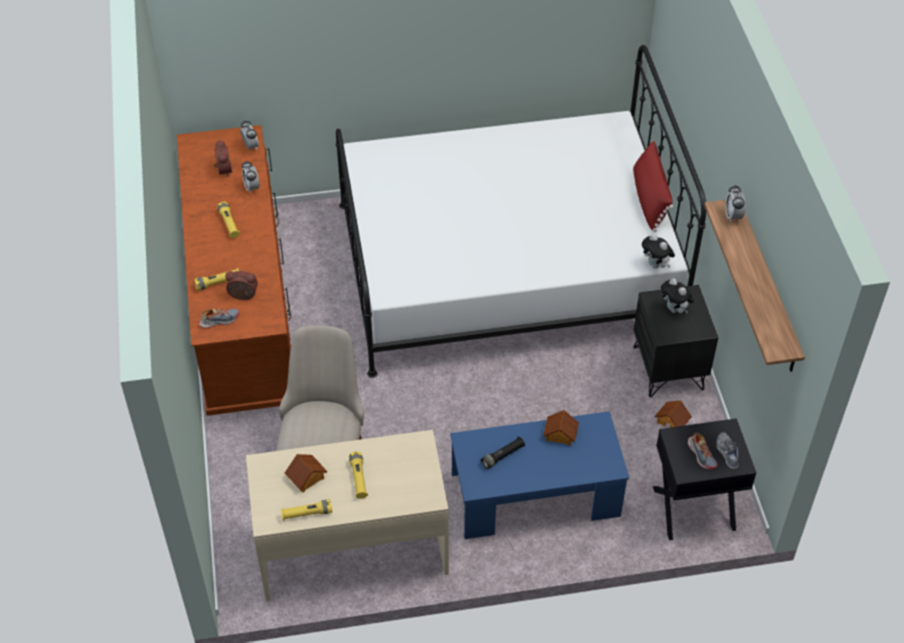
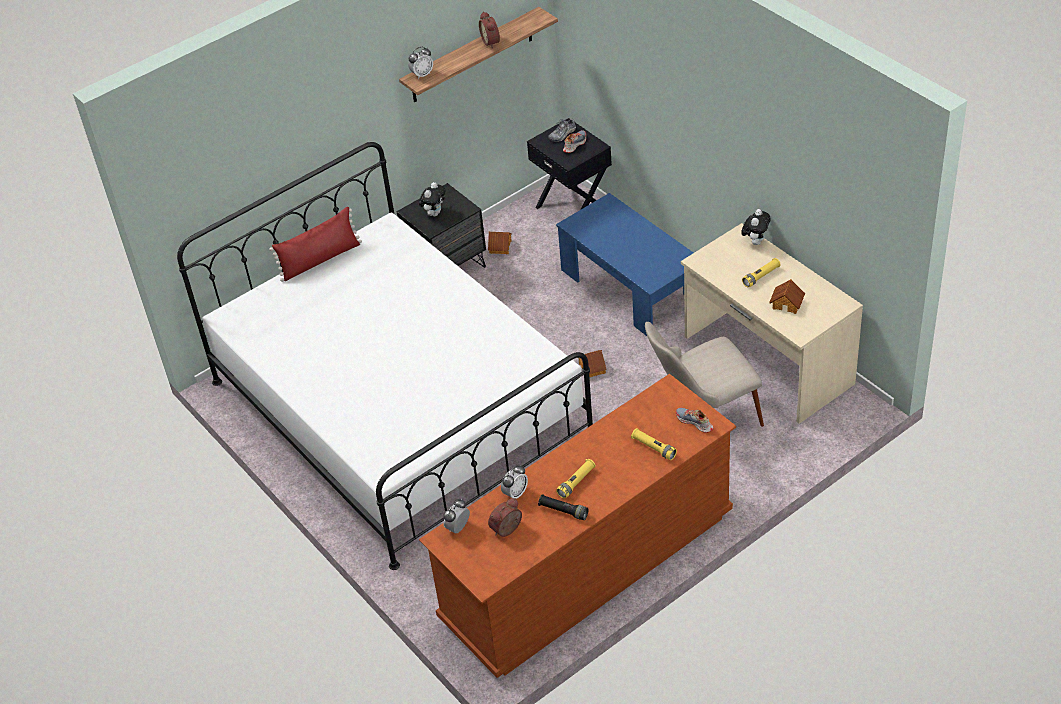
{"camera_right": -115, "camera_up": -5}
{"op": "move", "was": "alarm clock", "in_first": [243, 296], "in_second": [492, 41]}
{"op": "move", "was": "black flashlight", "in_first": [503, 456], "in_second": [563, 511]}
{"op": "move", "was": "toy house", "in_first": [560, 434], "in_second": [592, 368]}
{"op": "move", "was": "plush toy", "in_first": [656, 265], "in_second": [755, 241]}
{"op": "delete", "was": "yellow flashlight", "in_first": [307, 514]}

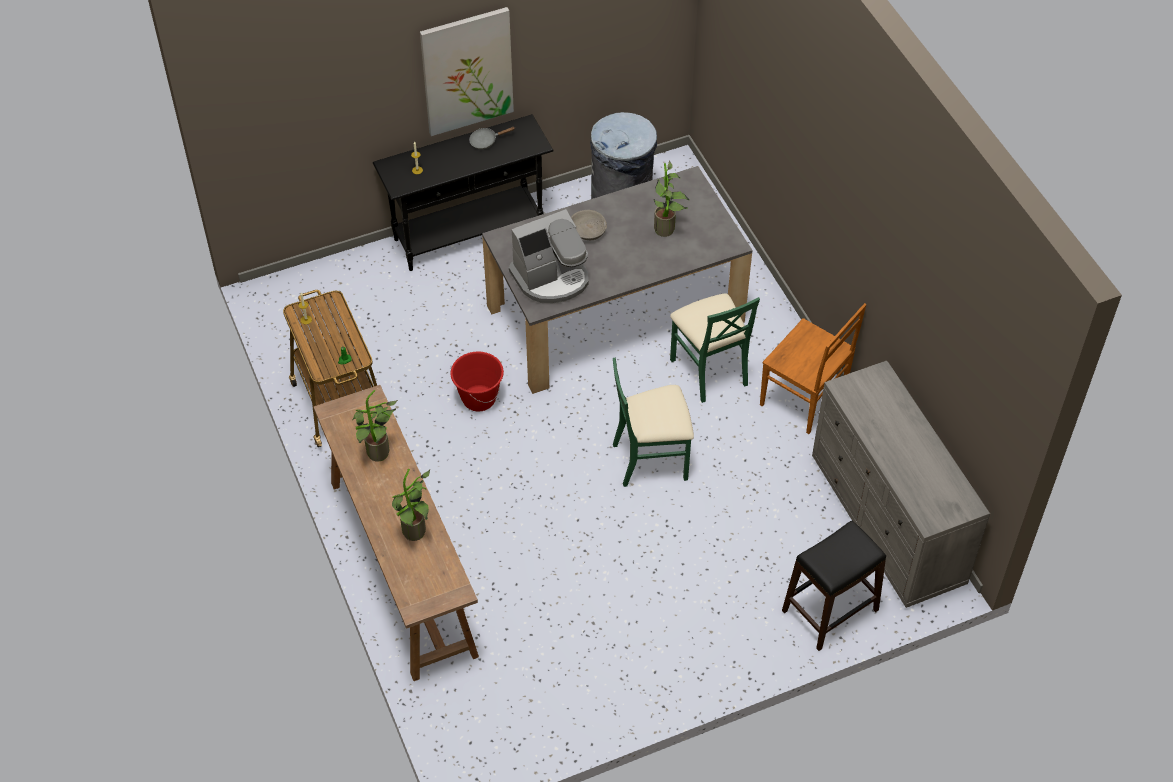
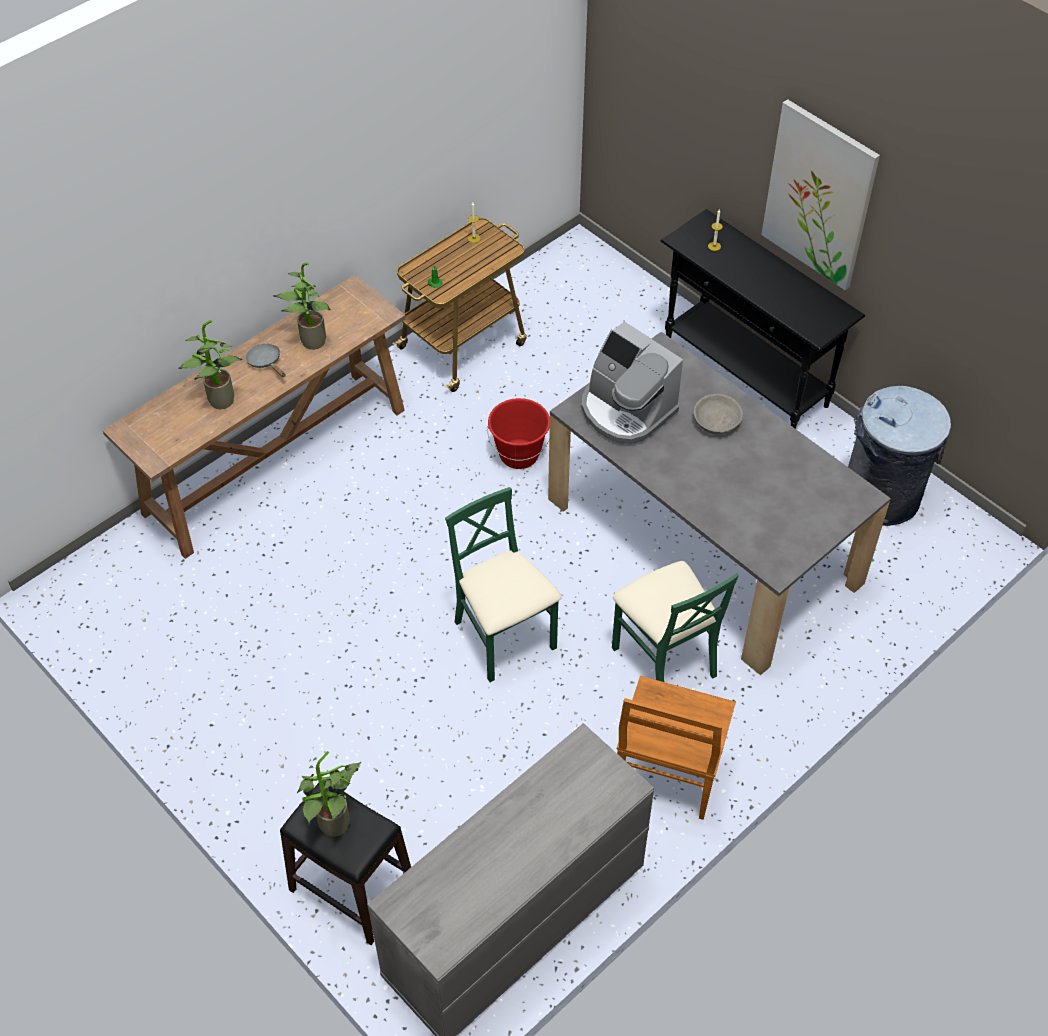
{"camera_right": 70, "camera_up": 0}
{"op": "move", "was": "grey frying pan", "in_first": [486, 141], "in_second": [266, 362]}
{"op": "move", "was": "potted plant", "in_first": [667, 230], "in_second": [335, 828]}
{"op": "rotate", "was": "green chair", "in_first": [709, 370], "in_second": [664, 659], "clockwise": -75}

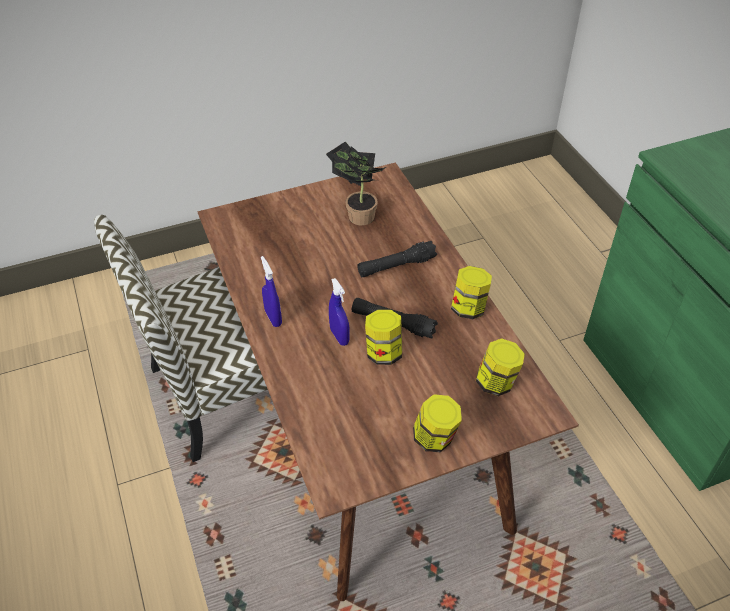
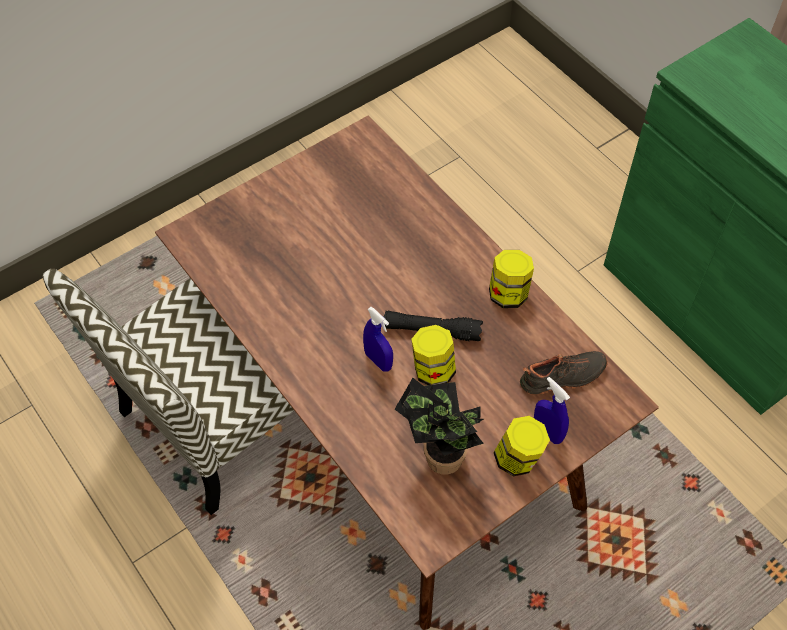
{"camera_right": -15, "camera_up": 10}
{"op": "move", "was": "potted plant", "in_first": [357, 215], "in_second": [438, 457]}
{"op": "replace", "was": "jar", "now": "black shoe", "in_first": [496, 383], "in_second": [563, 378]}
{"op": "move", "was": "blue spray bottle", "in_first": [273, 318], "in_second": [547, 432]}
{"op": "delete", "was": "black flashlight", "in_first": [396, 266]}

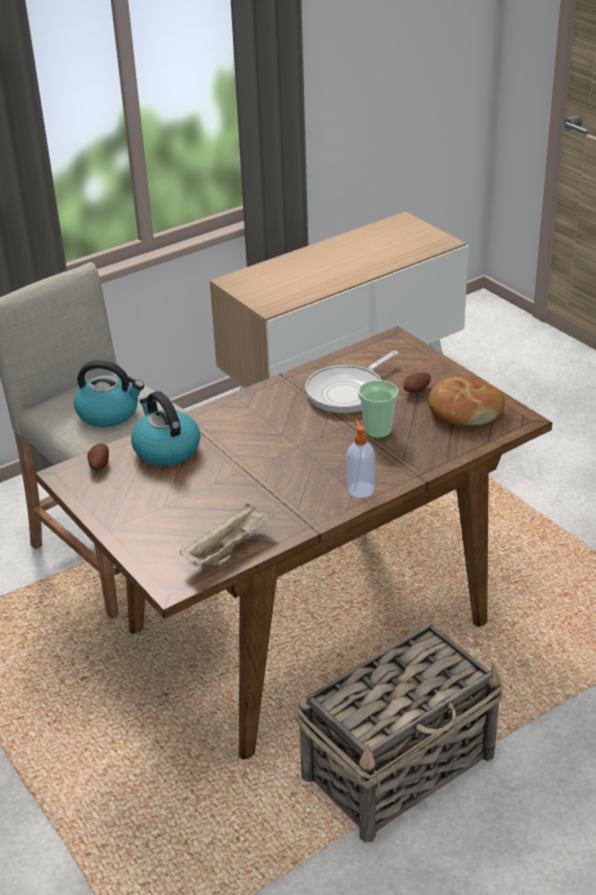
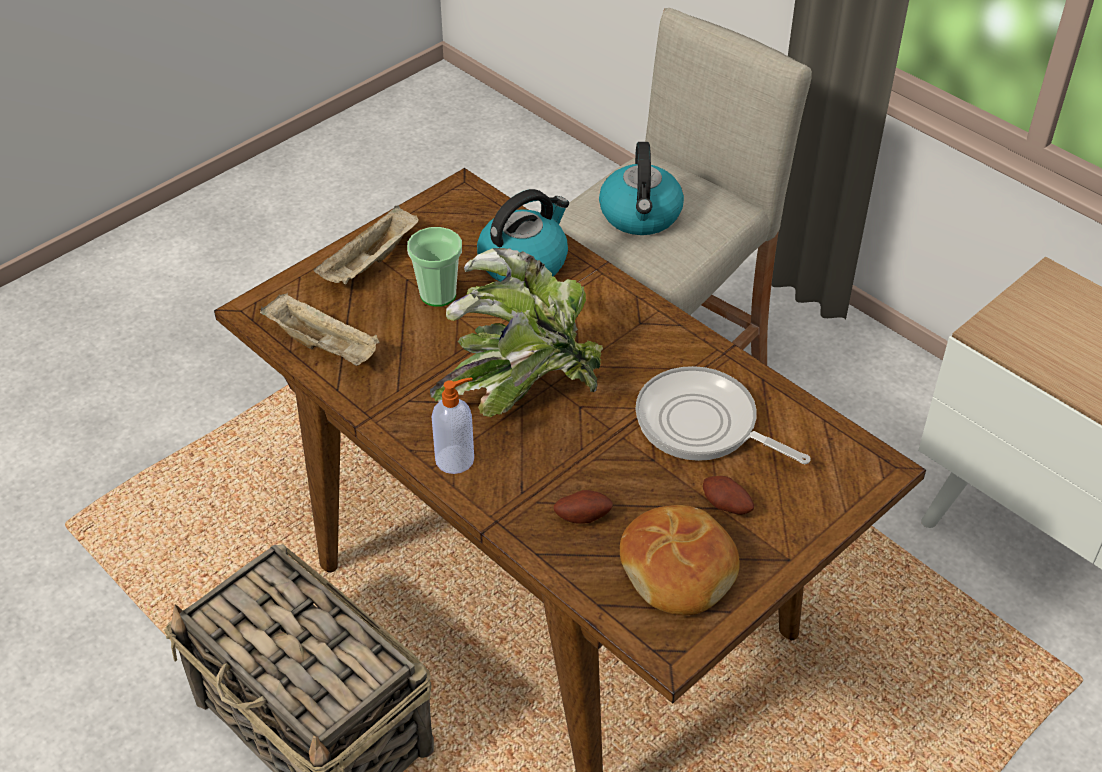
{"camera_right": 80, "camera_up": 10}
{"op": "insert", "now": "beige tray", "in_second": [370, 263]}
{"op": "move", "was": "cup", "in_first": [378, 431], "in_second": [438, 294]}
{"op": "insert", "now": "potted plant", "in_second": [521, 387]}
{"op": "move", "was": "potato", "in_first": [98, 465], "in_second": [582, 516]}

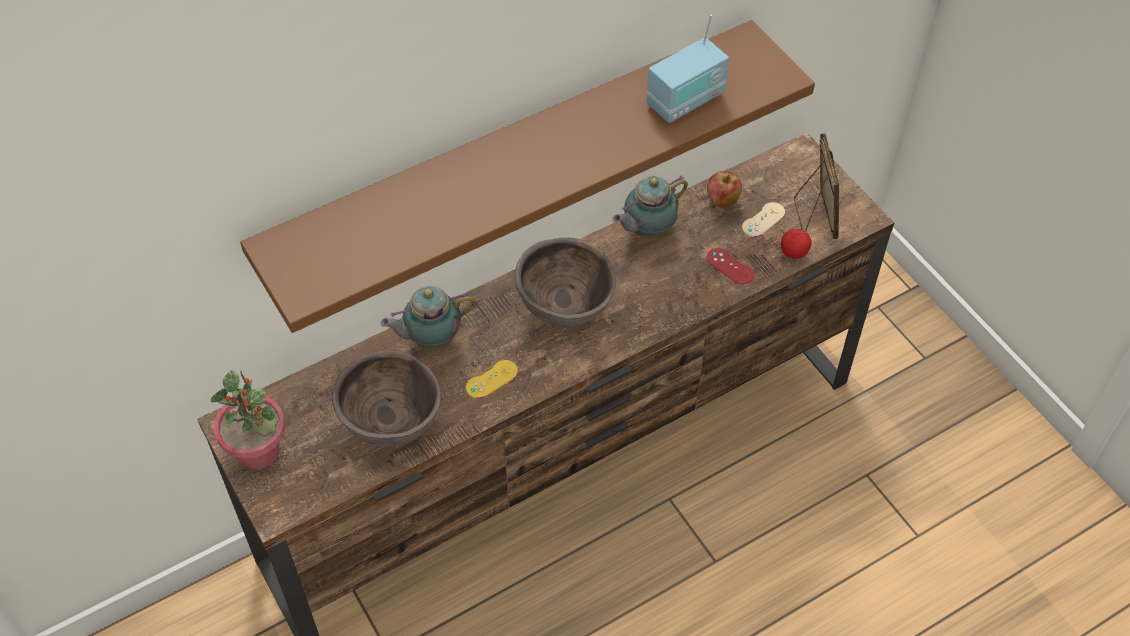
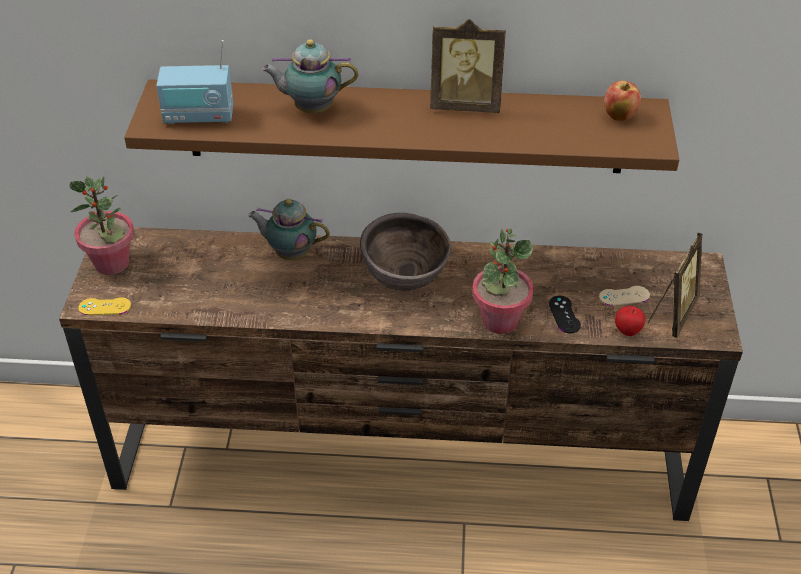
{"camera_right": 35, "camera_up": -10}
{"op": "move", "was": "yellow game controller", "in_first": [491, 379], "in_second": [105, 306]}
{"op": "move", "was": "radio", "in_first": [685, 101], "in_second": [199, 116]}
{"op": "move", "was": "teapot", "in_first": [647, 231], "in_second": [311, 109]}
{"op": "insert", "now": "picture frame", "in_second": [465, 105]}
{"op": "insert", "now": "potted plant", "in_second": [499, 320]}
{"op": "recolor", "was": "red game controller", "now": "black game controller", "in_first": [730, 266], "in_second": [564, 314]}
{"op": "move", "was": "apple", "in_first": [722, 201], "in_second": [619, 116]}
{"op": "delete", "was": "brown bowl", "in_first": [392, 425]}

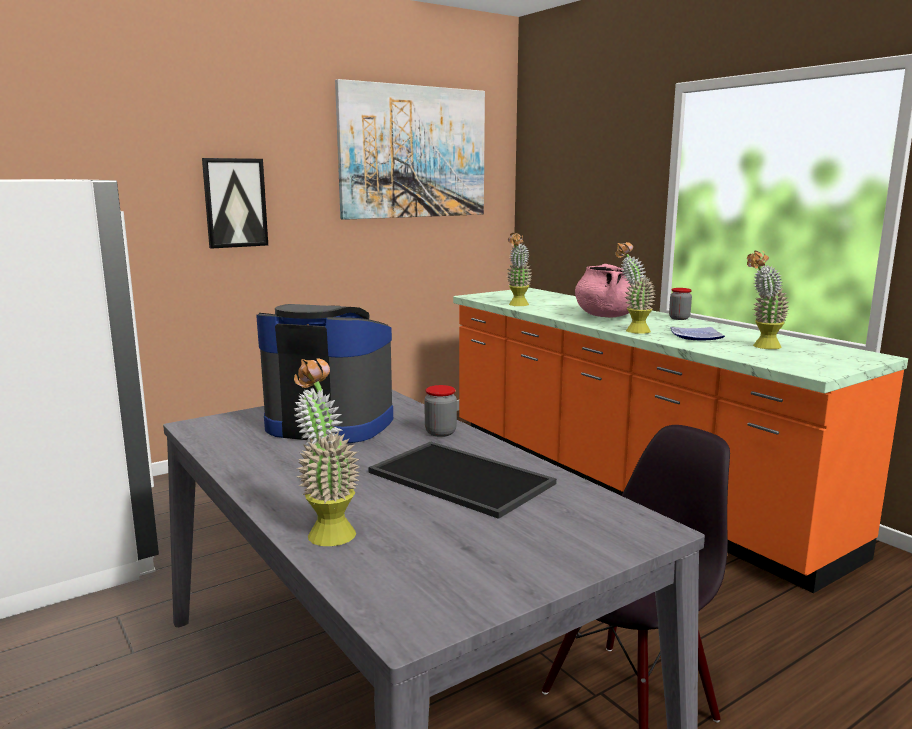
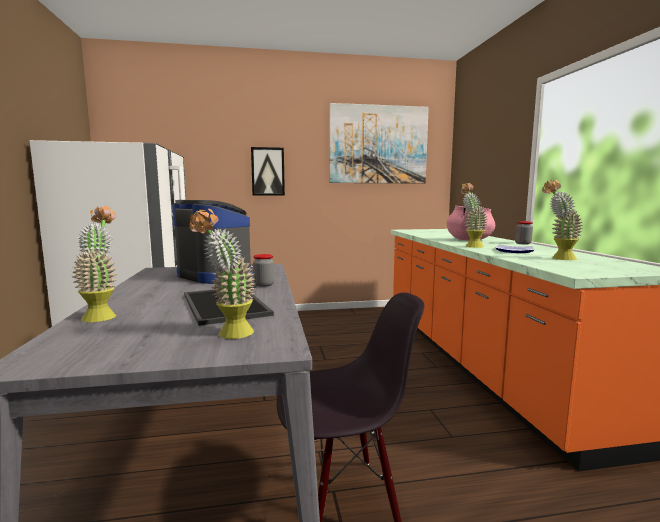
{"camera_right": 25, "camera_up": -5}
{"op": "move", "was": "potted plant", "in_first": [517, 305], "in_second": [228, 335]}

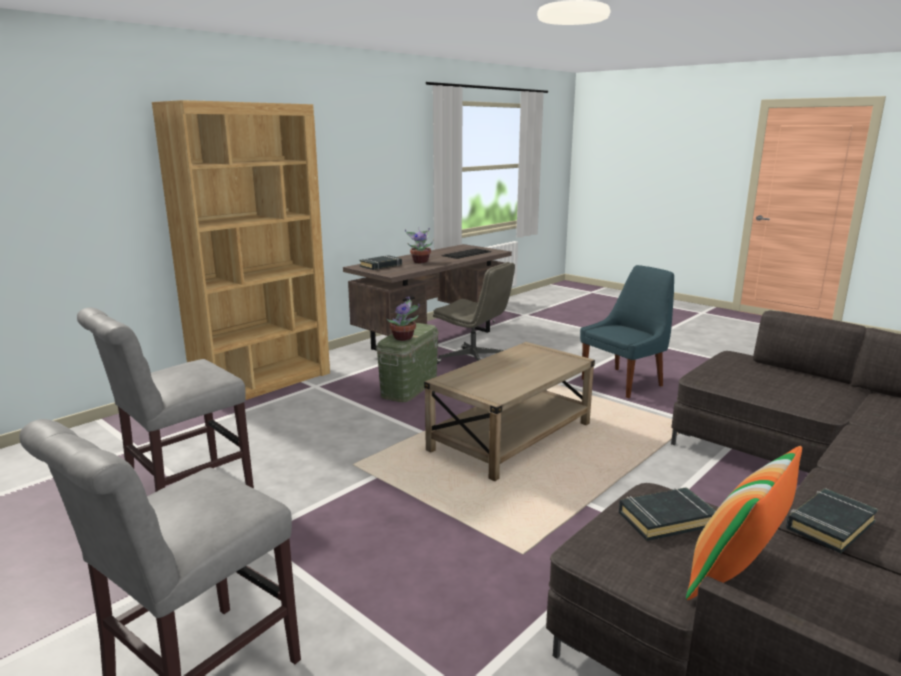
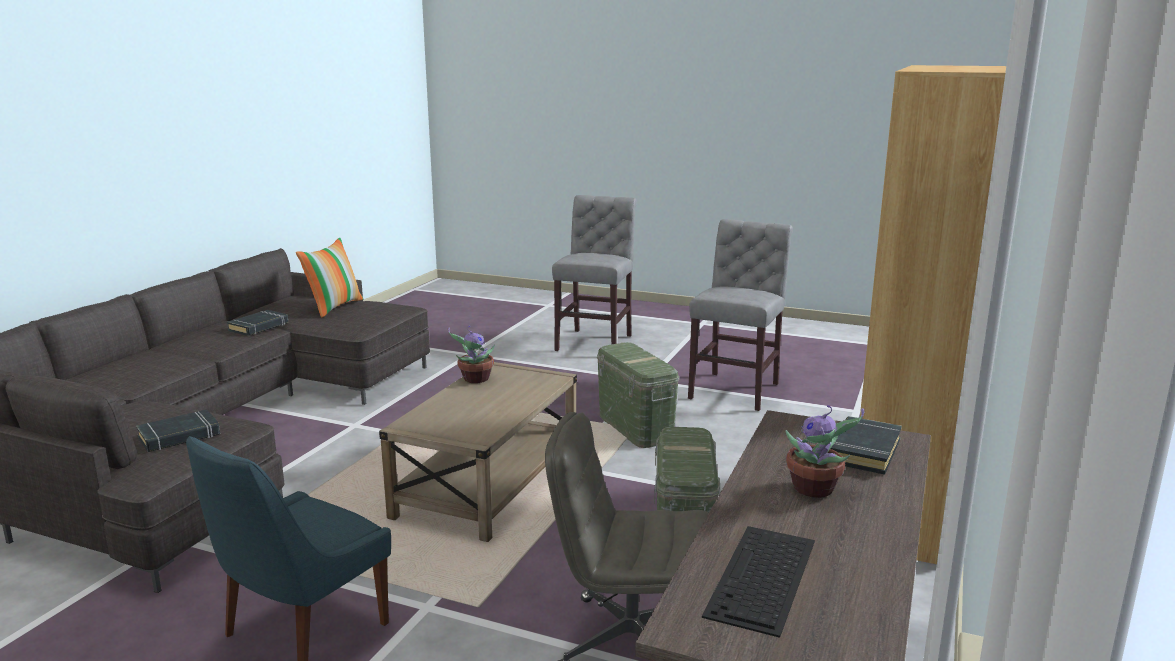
{"camera_right": 160, "camera_up": 0}
{"op": "move", "was": "black book", "in_first": [666, 519], "in_second": [179, 436]}
{"op": "move", "was": "potted plant", "in_first": [404, 338], "in_second": [474, 379]}
{"op": "insert", "now": "green storage box", "in_second": [636, 427]}

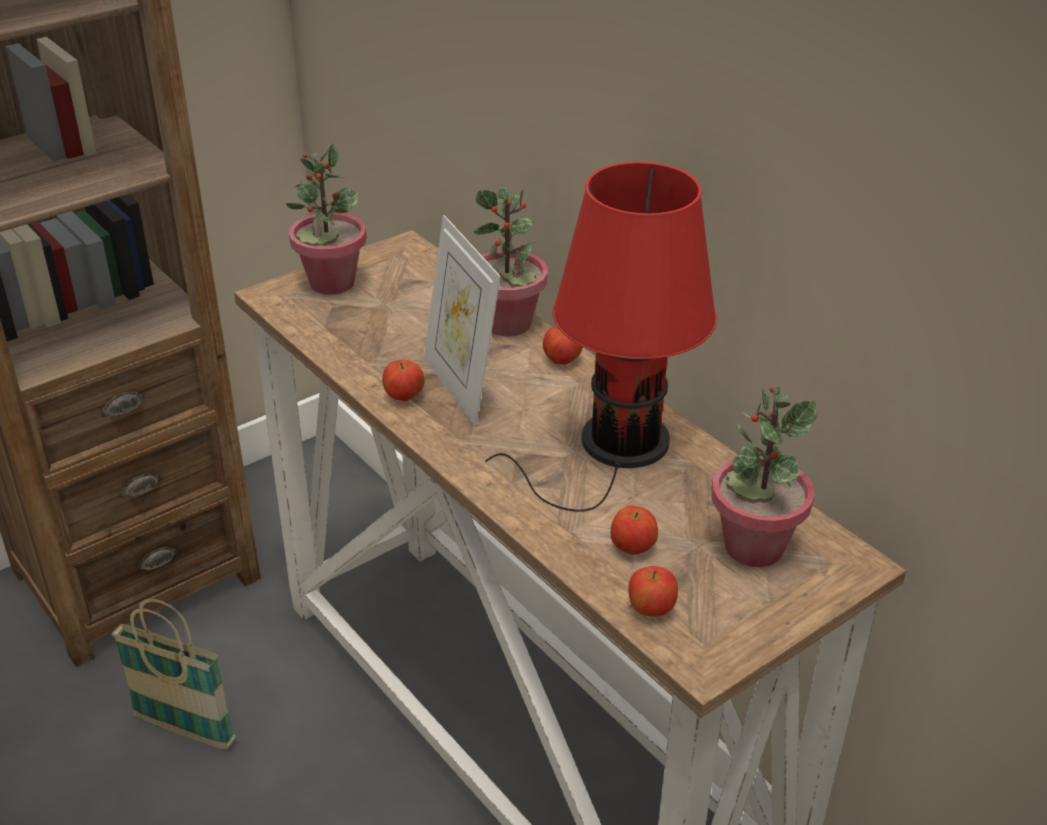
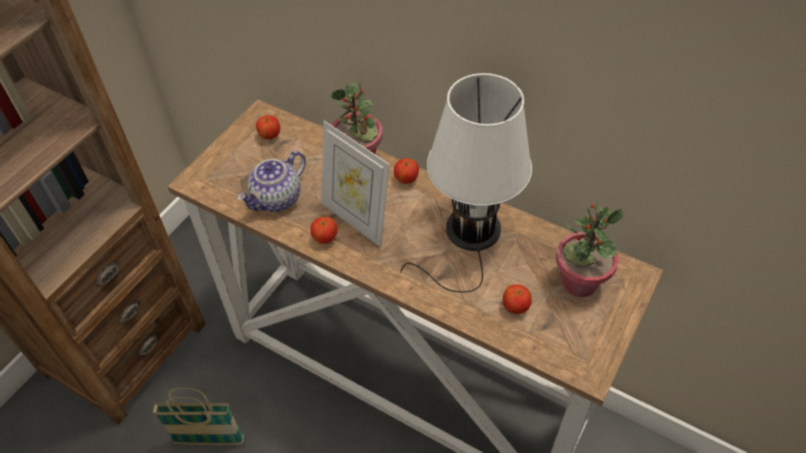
{"camera_right": -20, "camera_up": 15}
{"op": "insert", "now": "teapot", "in_second": [277, 199]}
{"op": "move", "was": "apple", "in_first": [650, 609], "in_second": [269, 136]}
{"op": "recolor", "was": "red table lamp", "now": "white table lamp", "in_first": [617, 446], "in_second": [470, 234]}
{"op": "delete", "was": "potted plant", "in_first": [331, 283]}

